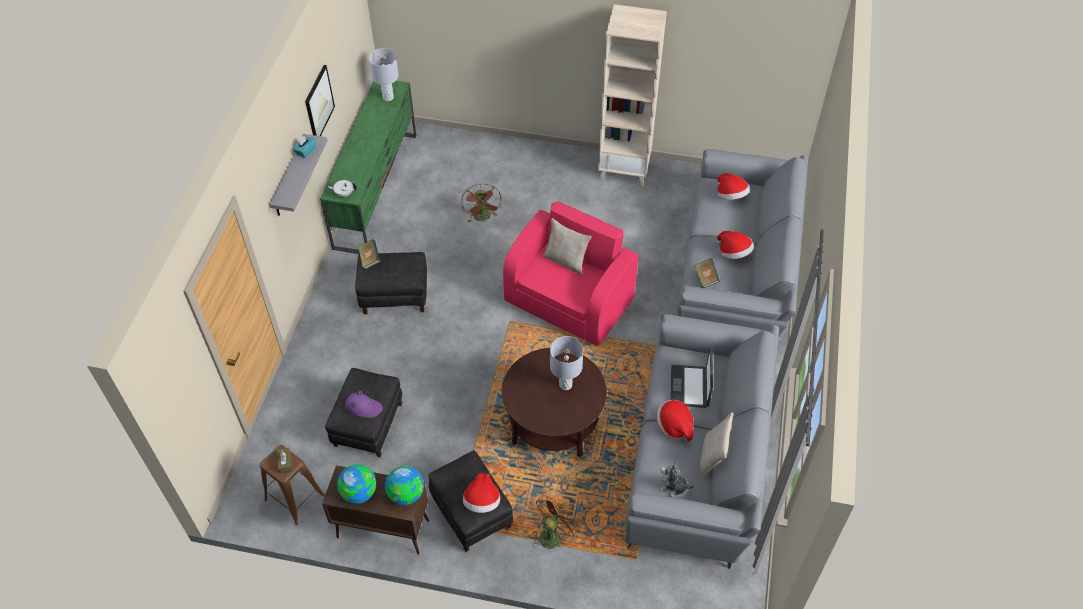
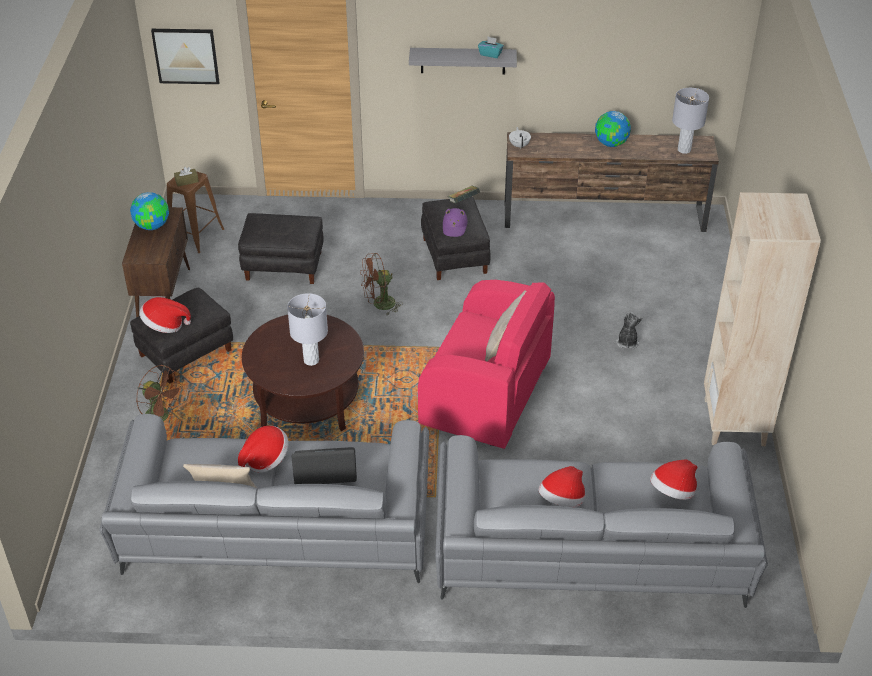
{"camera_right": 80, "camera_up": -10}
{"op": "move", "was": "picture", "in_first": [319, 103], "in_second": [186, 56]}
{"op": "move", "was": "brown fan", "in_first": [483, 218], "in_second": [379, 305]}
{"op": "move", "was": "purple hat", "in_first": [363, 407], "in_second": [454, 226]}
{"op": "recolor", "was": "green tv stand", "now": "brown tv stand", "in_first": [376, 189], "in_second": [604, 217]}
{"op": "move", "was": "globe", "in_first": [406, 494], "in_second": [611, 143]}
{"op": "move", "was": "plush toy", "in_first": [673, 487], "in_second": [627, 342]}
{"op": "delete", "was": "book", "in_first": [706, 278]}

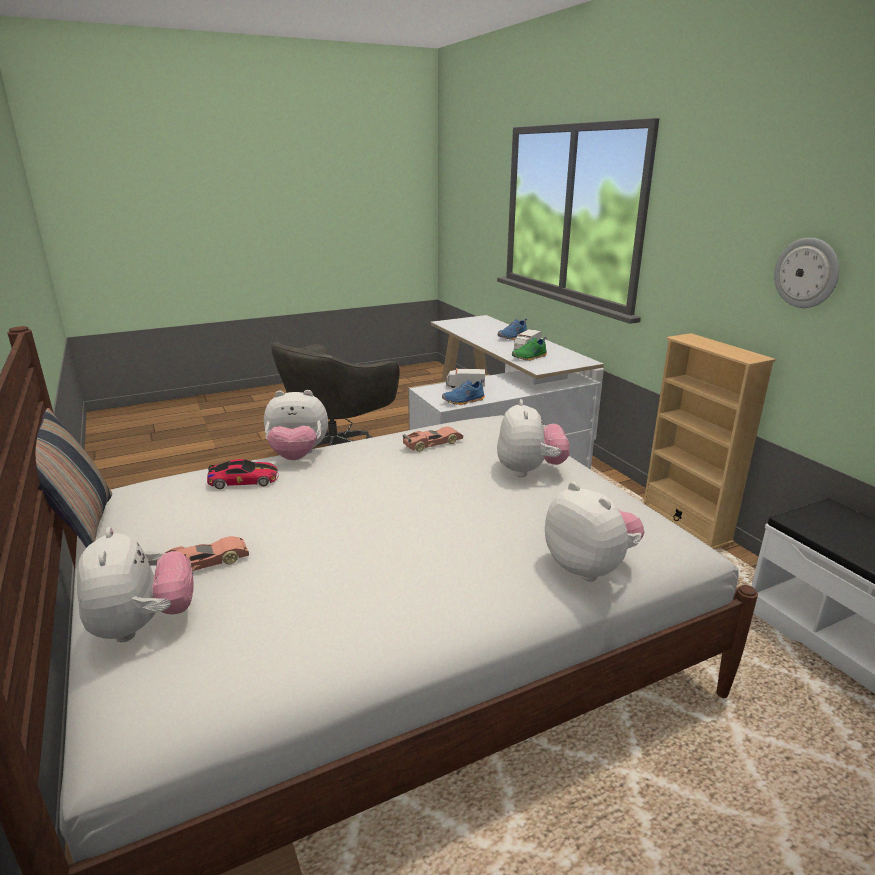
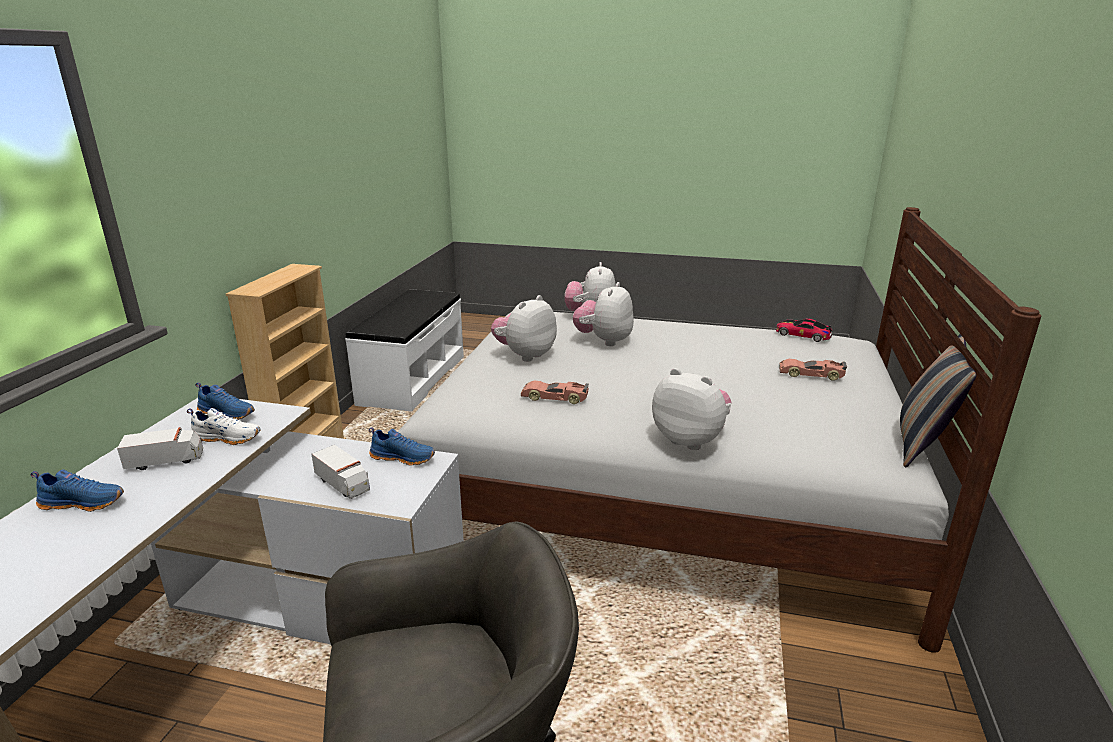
{"camera_right": -140, "camera_up": 0}
{"op": "recolor", "was": "green shoe", "now": "white shoe", "in_first": [530, 357], "in_second": [227, 438]}
{"op": "insert", "now": "blue shoe", "in_second": [228, 413]}
{"op": "move", "was": "plush toy", "in_first": [143, 625], "in_second": [604, 341]}
{"op": "move", "was": "toy car", "in_first": [243, 480], "in_second": [802, 335]}
{"op": "delete", "was": "wall clock", "in_first": [807, 273]}

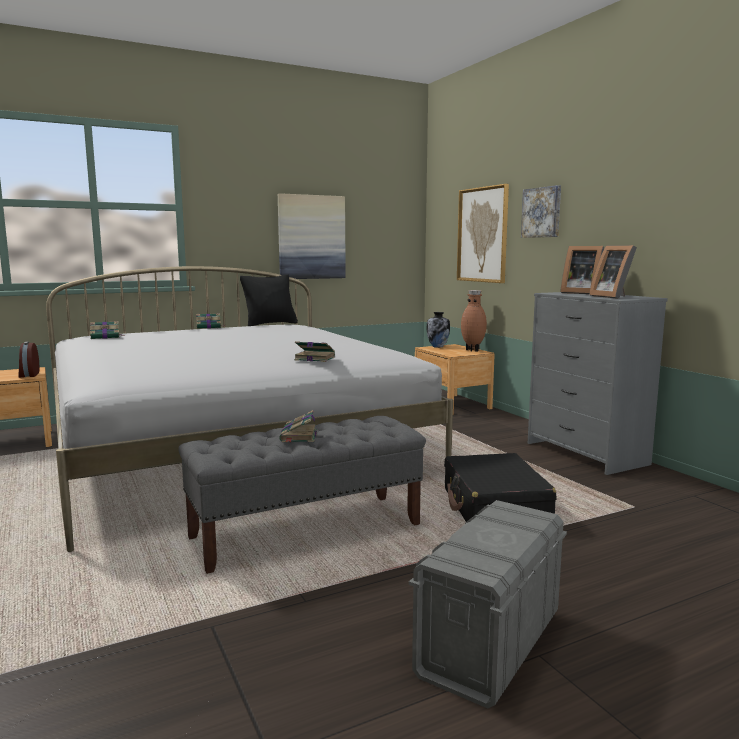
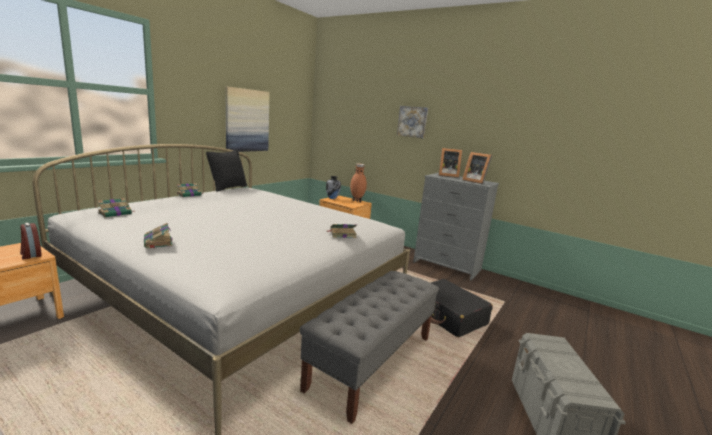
{"camera_right": -30, "camera_up": 5}
{"op": "move", "was": "book", "in_first": [298, 436], "in_second": [158, 242]}
{"op": "delete", "was": "picture", "in_first": [482, 235]}

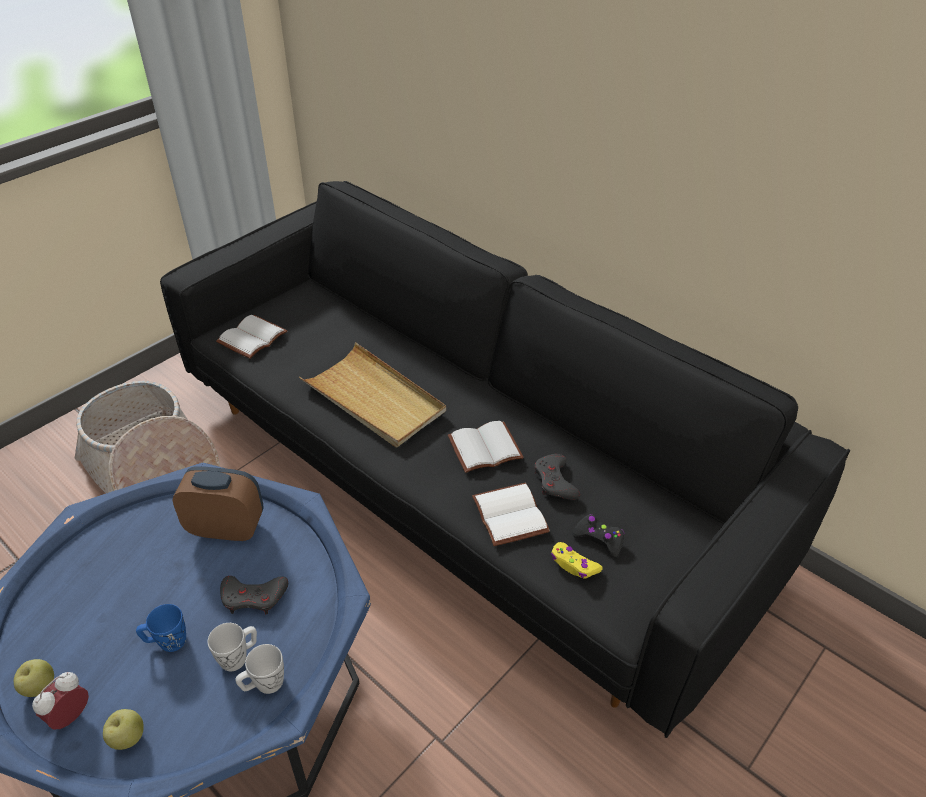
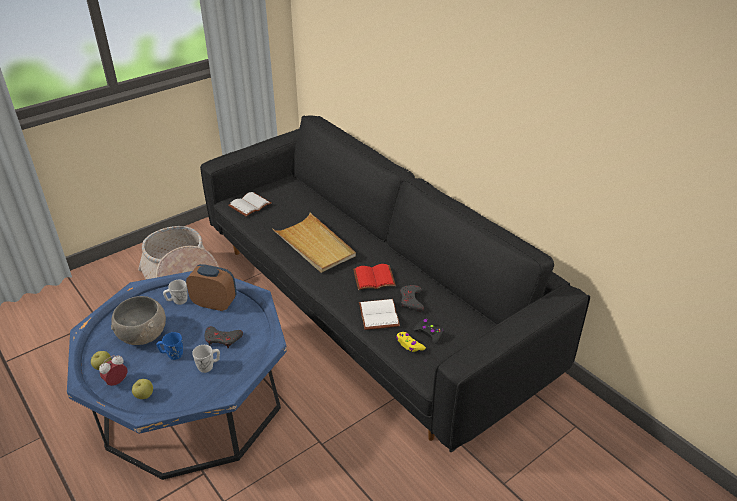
{"camera_right": 10, "camera_up": -5}
{"op": "insert", "now": "grey bowl", "in_second": [143, 334]}
{"op": "move", "was": "white mug", "in_first": [264, 684], "in_second": [177, 301]}
{"op": "recolor", "was": "white book", "now": "red book", "in_first": [484, 450], "in_second": [373, 279]}

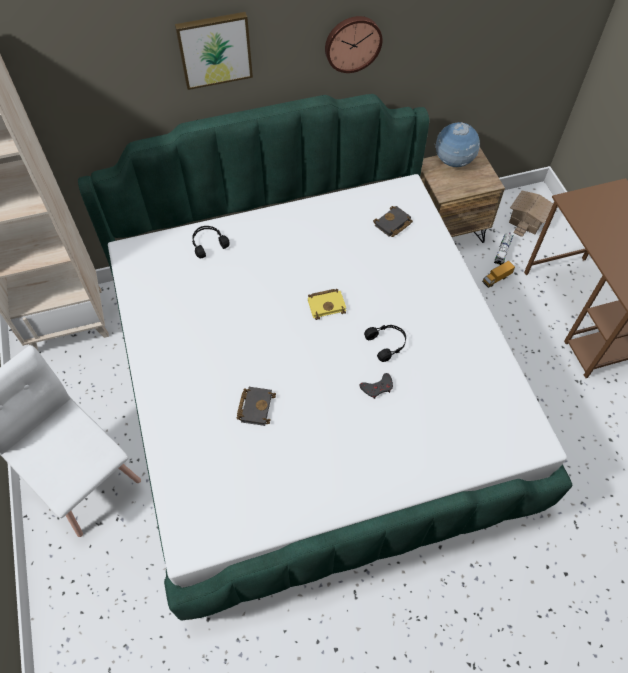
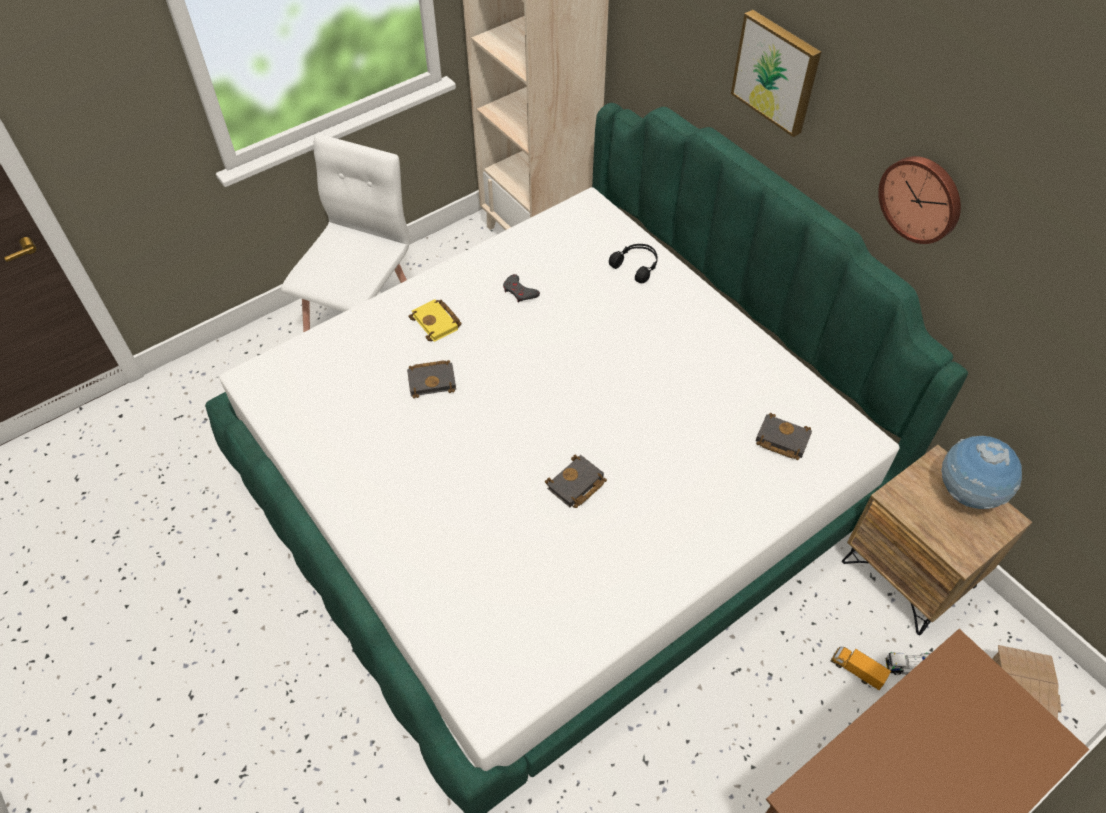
{"camera_right": 70, "camera_up": -5}
{"op": "move", "was": "yellow book", "in_first": [327, 304], "in_second": [437, 323]}
{"op": "move", "was": "grey game controller", "in_first": [377, 387], "in_second": [519, 292]}
{"op": "replace", "was": "black headphones", "now": "black book", "in_first": [387, 343], "in_second": [576, 486]}

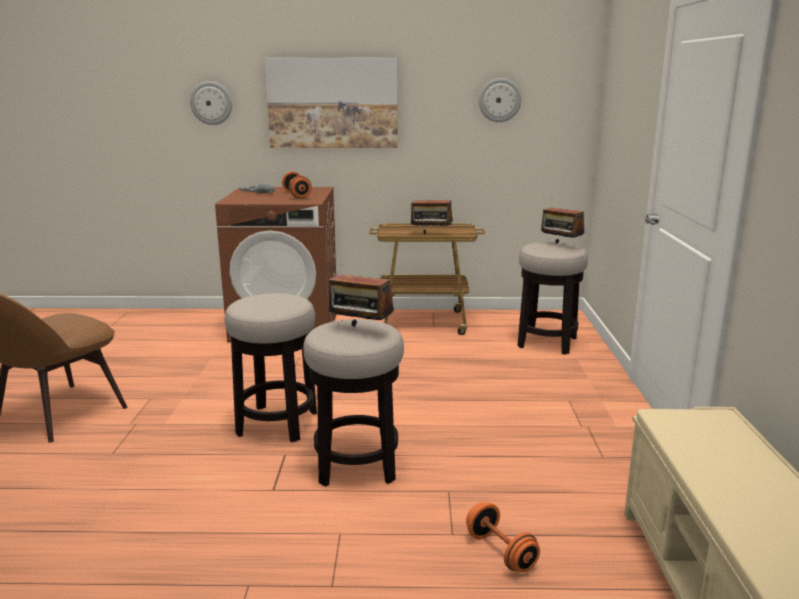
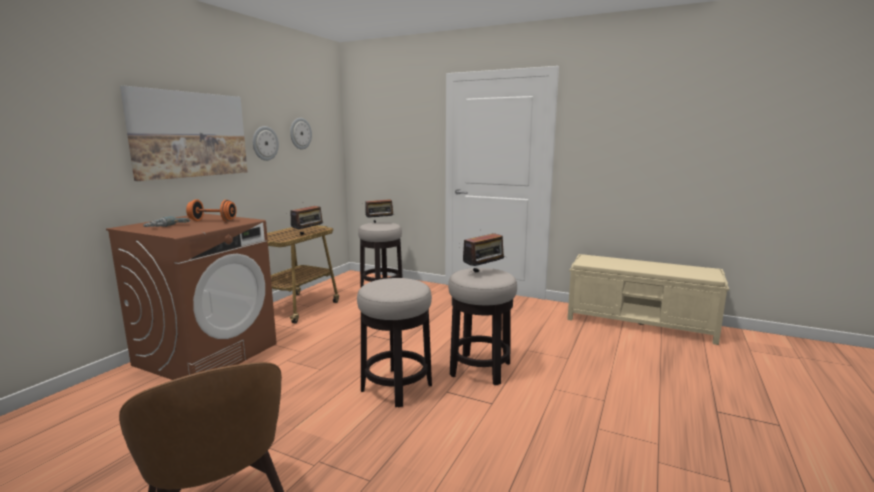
{"camera_right": -65, "camera_up": -5}
{"op": "move", "was": "wall clock", "in_first": [211, 103], "in_second": [265, 143]}
{"op": "delete", "was": "orange dumbbell", "in_first": [501, 552]}

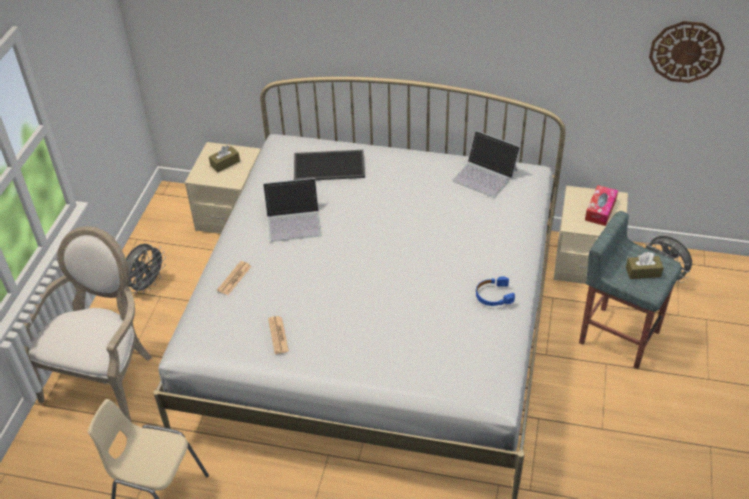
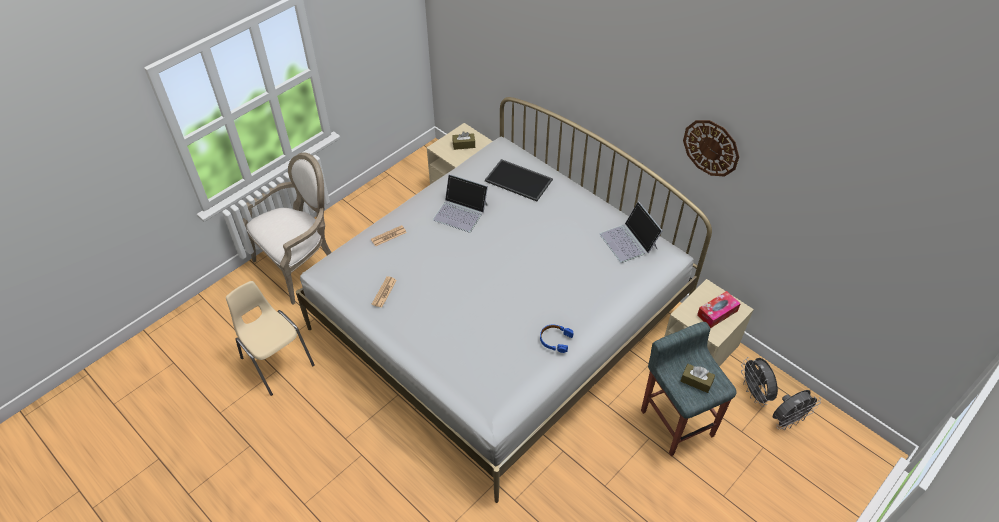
{"camera_right": 30, "camera_up": 5}
{"op": "move", "was": "wall clock", "in_first": [686, 51], "in_second": [711, 147]}
{"op": "move", "was": "grey fan", "in_first": [147, 285], "in_second": [787, 420]}

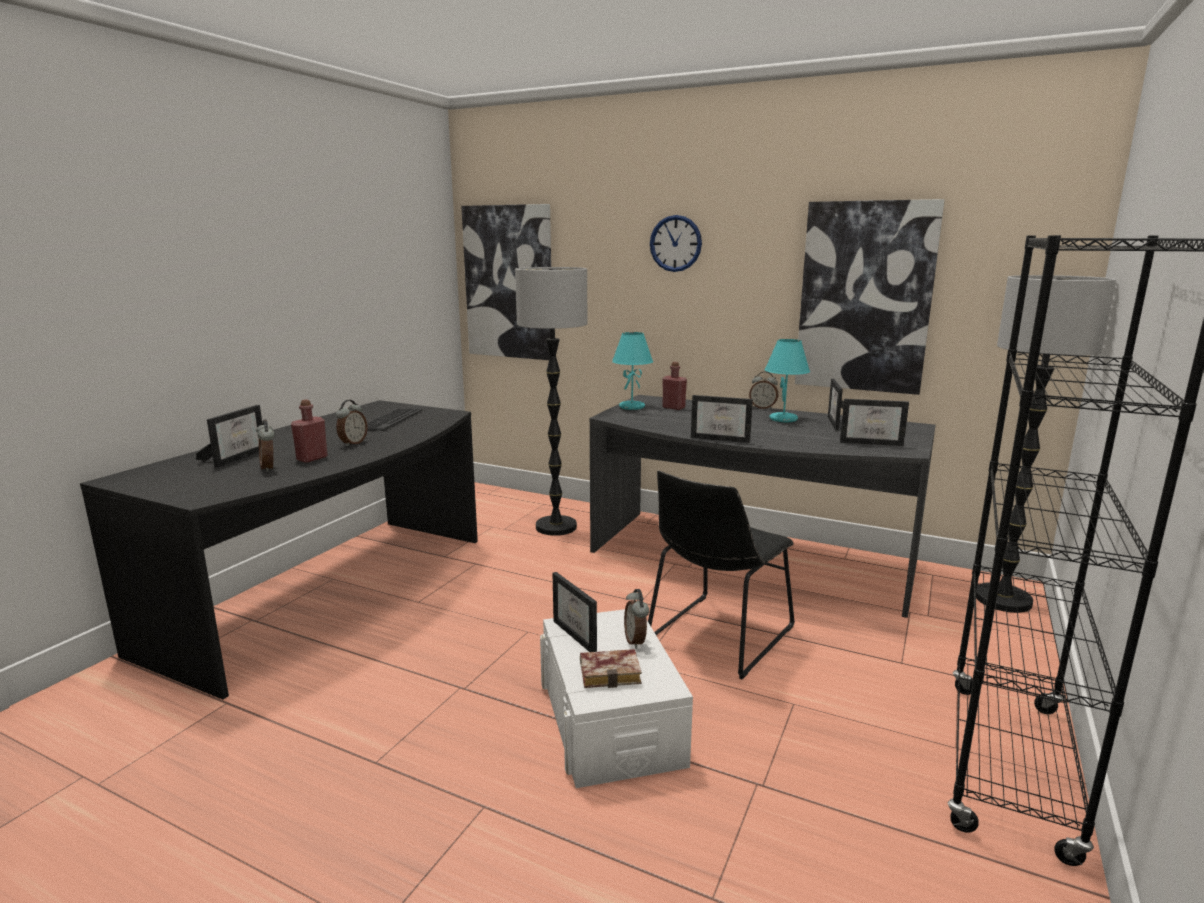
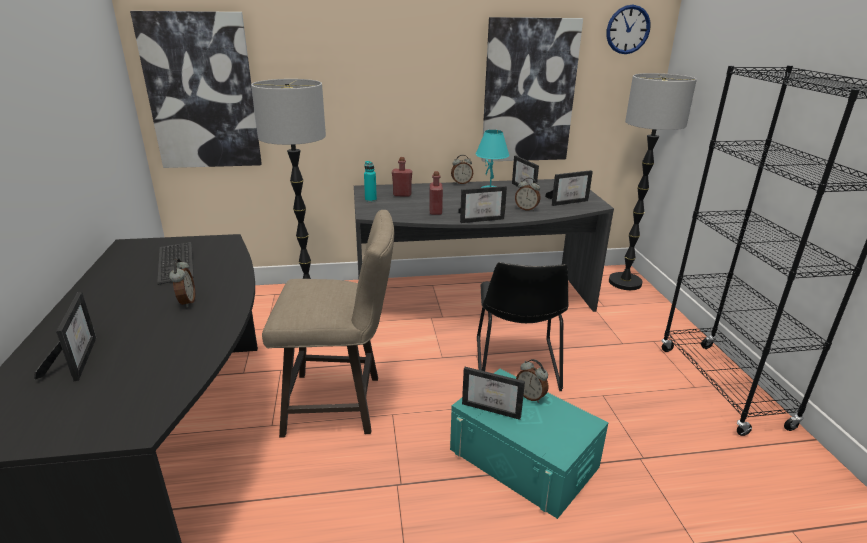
{"camera_right": -35, "camera_up": 10}
{"op": "insert", "now": "beige stool", "in_second": [341, 404]}
{"op": "replace", "was": "turquoise table lamp", "now": "turquoise bottle", "in_first": [632, 407], "in_second": [370, 200]}
{"op": "move", "was": "red bottle", "in_first": [312, 458], "in_second": [435, 211]}
{"op": "recolor", "was": "white storage box", "now": "turquoise storage box", "in_first": [611, 720], "in_second": [523, 458]}
{"op": "move", "was": "alarm clock", "in_first": [269, 468], "in_second": [526, 209]}
{"op": "move", "was": "wall clock", "in_first": [675, 243], "in_second": [628, 29]}
{"op": "delete", "was": "book", "in_first": [612, 673]}

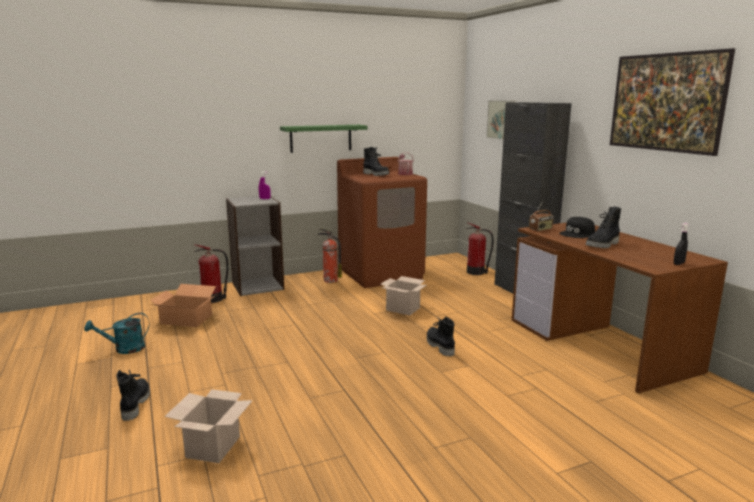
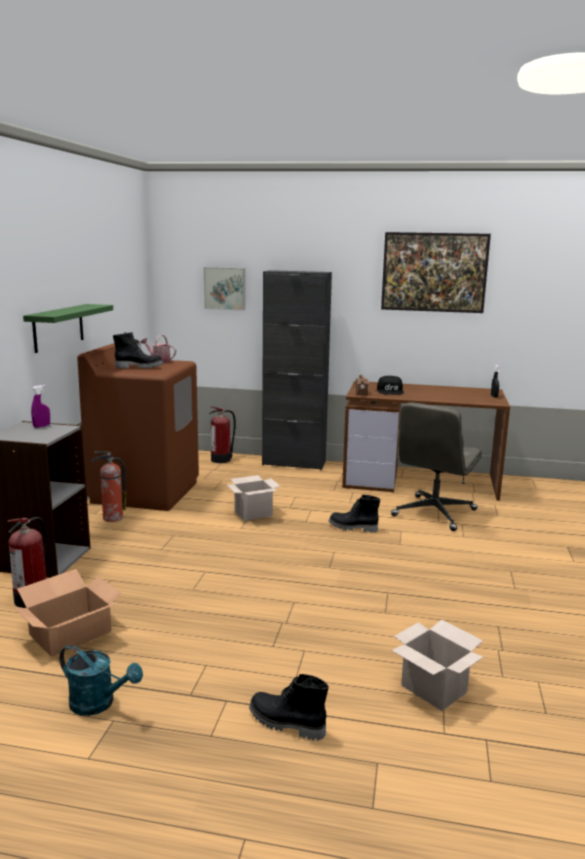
{"camera_right": -55, "camera_up": 0}
{"op": "rotate", "was": "turquoise watering can", "in_first": [124, 349], "in_second": [99, 703], "clockwise": -75}
{"op": "insert", "now": "grey office chair", "in_second": [434, 513]}
{"op": "delete", "was": "black boot", "in_first": [603, 245]}

